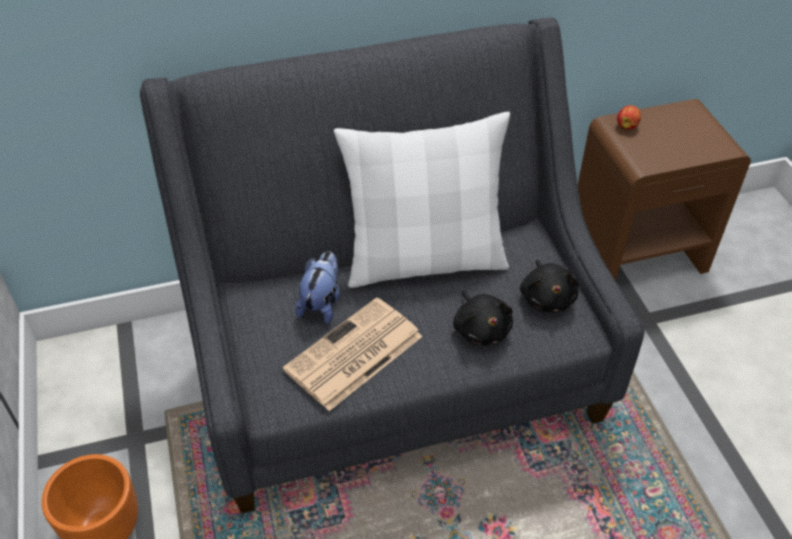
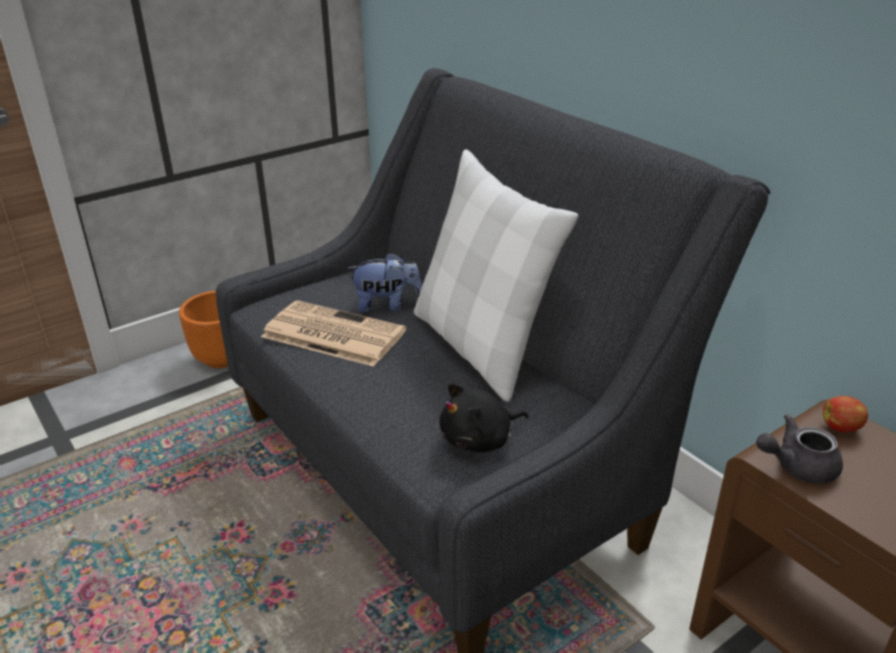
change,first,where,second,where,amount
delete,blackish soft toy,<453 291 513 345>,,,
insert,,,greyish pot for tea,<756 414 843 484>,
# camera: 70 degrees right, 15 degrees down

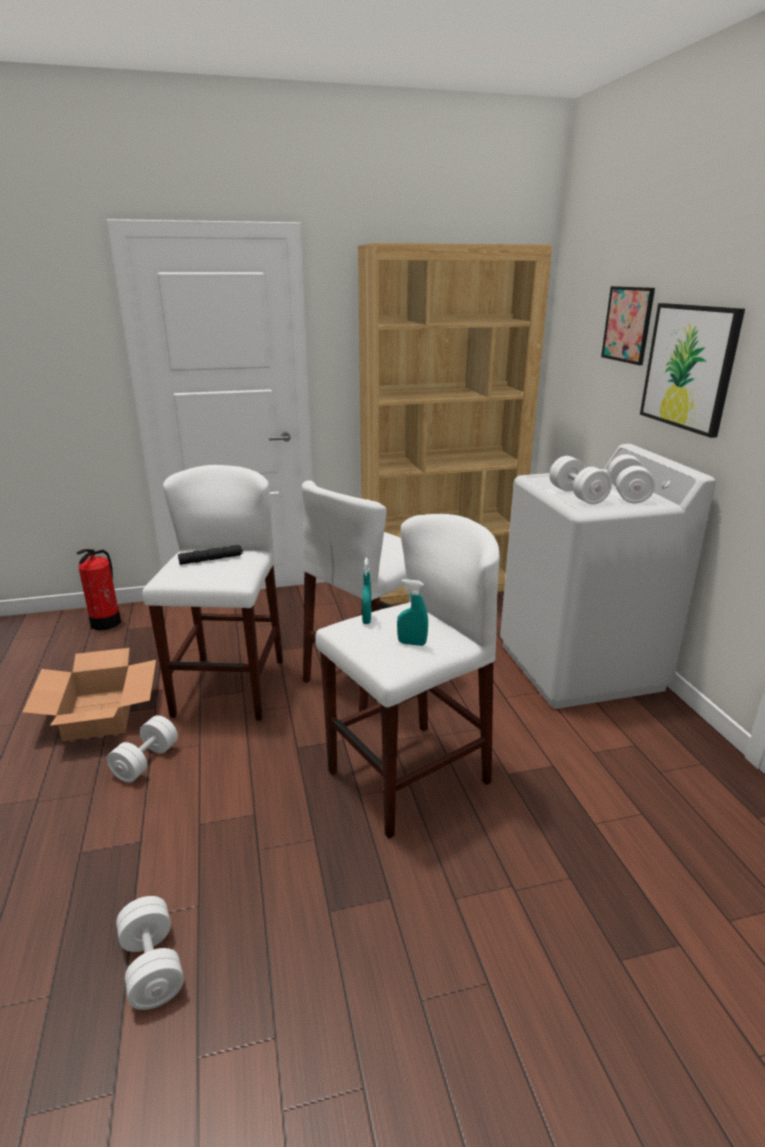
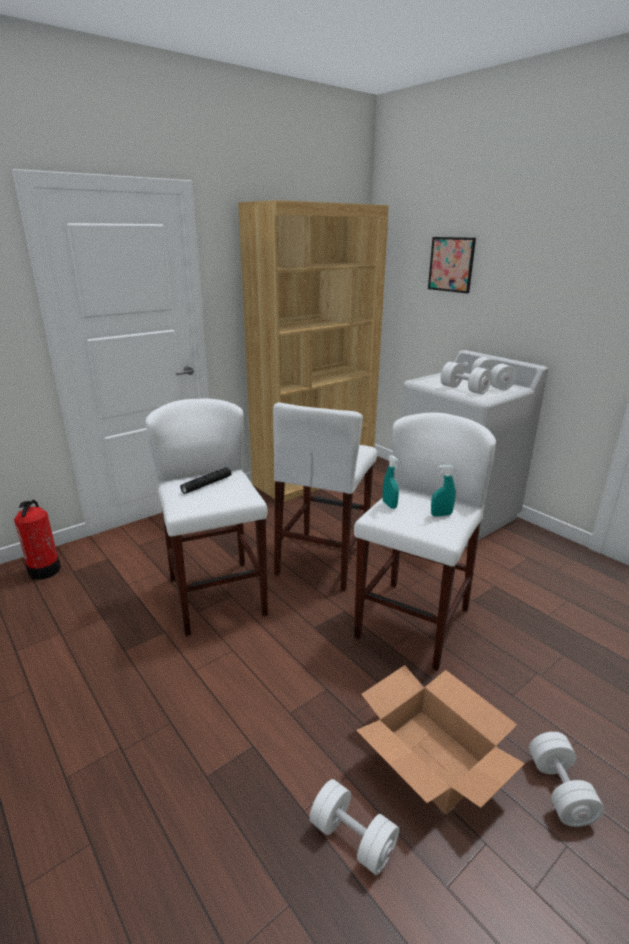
change,first,where,second,where,amount
delete,wall picture,<640 303 745 438>,,,
move,cardboard box,<22 648 156 741>,,<356 665 525 814>,
move,white-coloured dumbbell,<106 715 178 783>,,<529 732 604 827>,
# camera: 25 degrees left, 0 degrees up

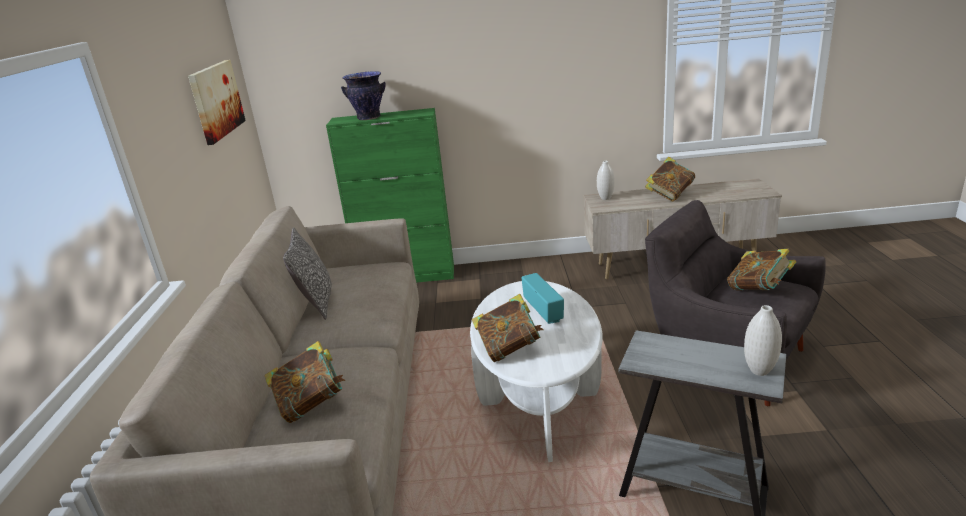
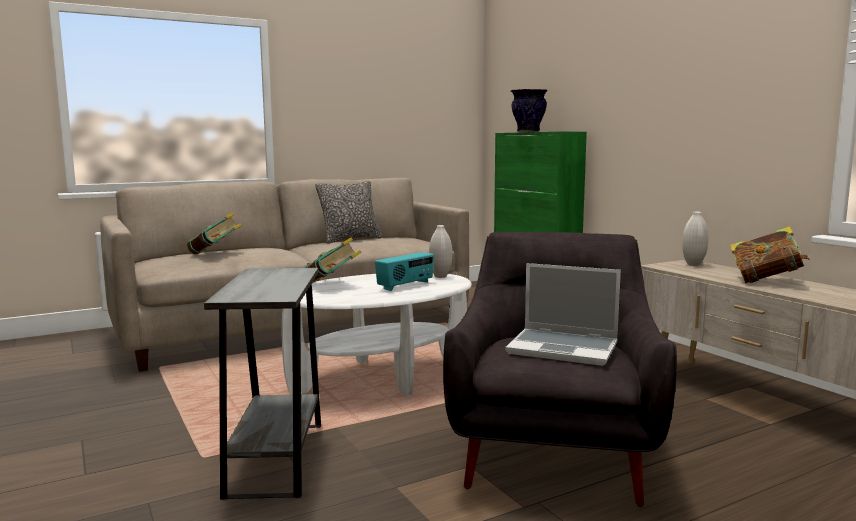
change,first,where,second,where,amount
delete,wall picture,<188 60 246 145>,,,
move,white-coloured decorative vase,<744 305 782 376>,,<429 225 452 278>,
replace,book,<727 249 796 290>,laptop,<505 263 621 366>,
# camera: 60 degrees right, 15 degrees down

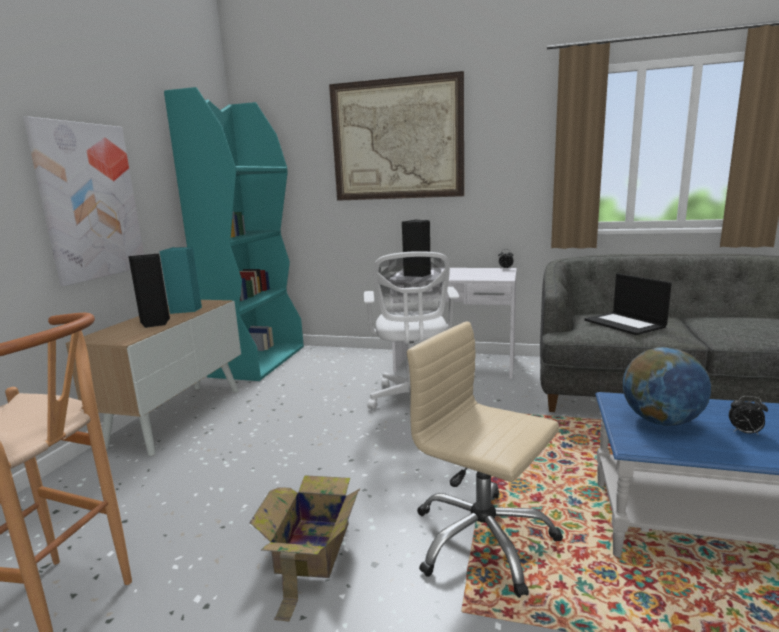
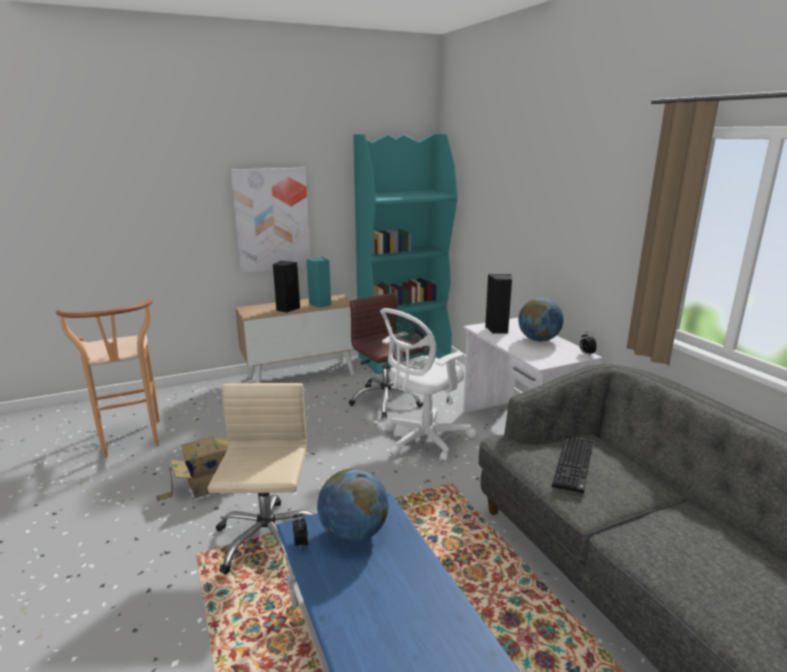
change,first,where,second,where,amount
delete,wall picture,<329 71 464 201>,,,
insert,,,brown desk chair,<349 293 423 418>,
insert,,,globe,<518 298 564 341>,
move,bedside clock,<729 396 768 434>,,<293 512 308 550>,
replace,laptop,<584 273 672 335>,computer keyboard,<552 436 593 493>,
# camera: 50 degrees right, 5 degrees up

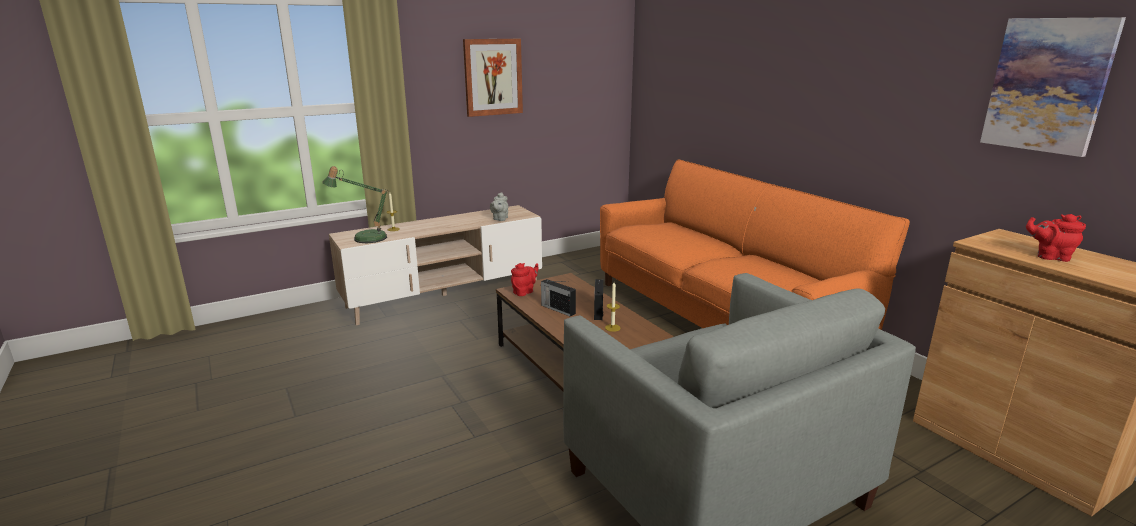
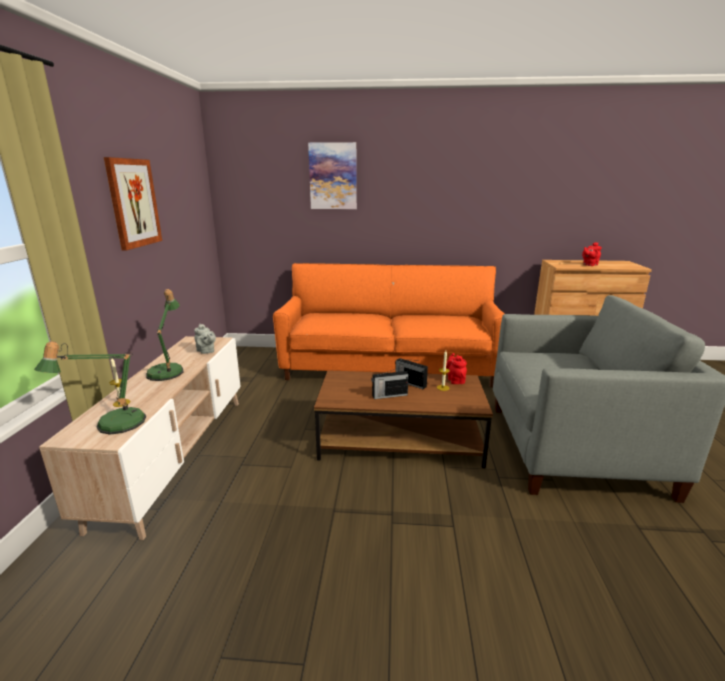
change,first,where,second,where,amount
insert,,,lamp for a table,<146 289 183 381>,
move,red-coloured pot for tea,<511 263 539 296>,,<446 353 467 384>,
move,wall picture,<980 17 1126 157>,,<308 142 357 209>,
# camera: 55 degrees left, 0 degrees up

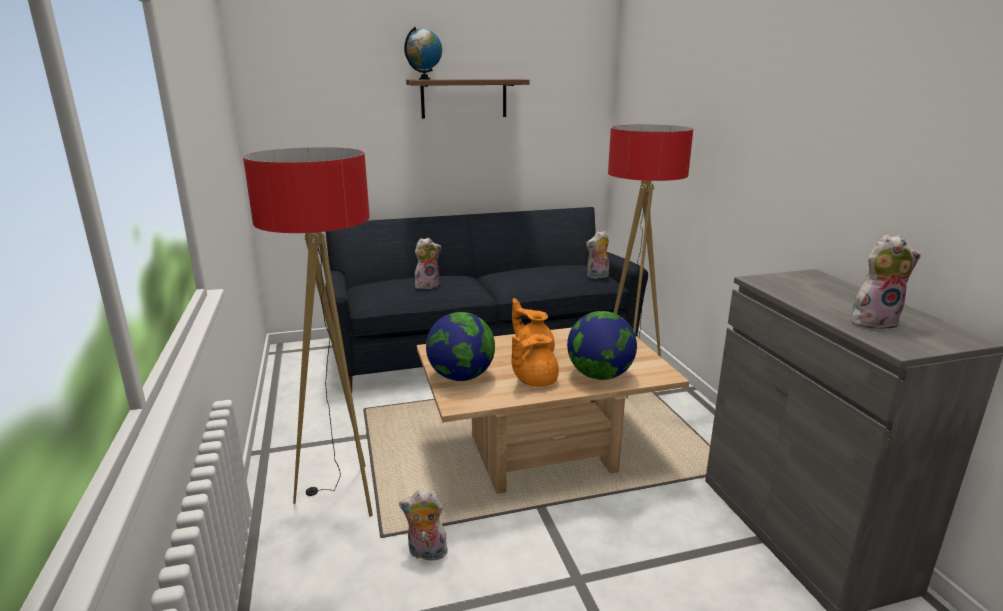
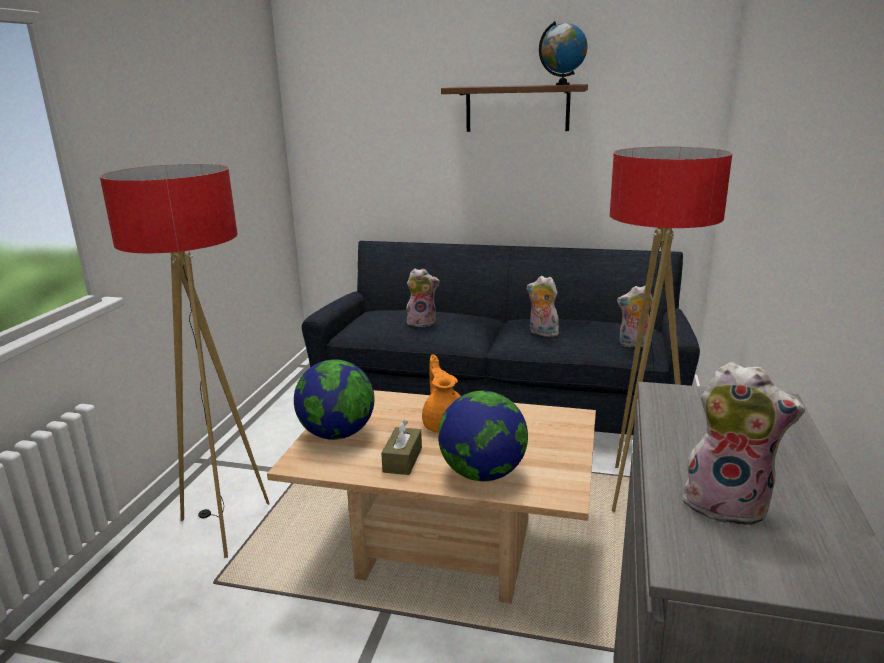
change,first,where,second,where,amount
move,soft toy,<399 490 448 561>,,<527 276 559 337>,
move,globe,<404 27 442 79>,,<539 21 588 85>,
replace,orangey pot for tea,<512 334 559 387>,brown box of tissues,<381 420 422 475>,
# camera: 30 degrees right, 0 degrees up

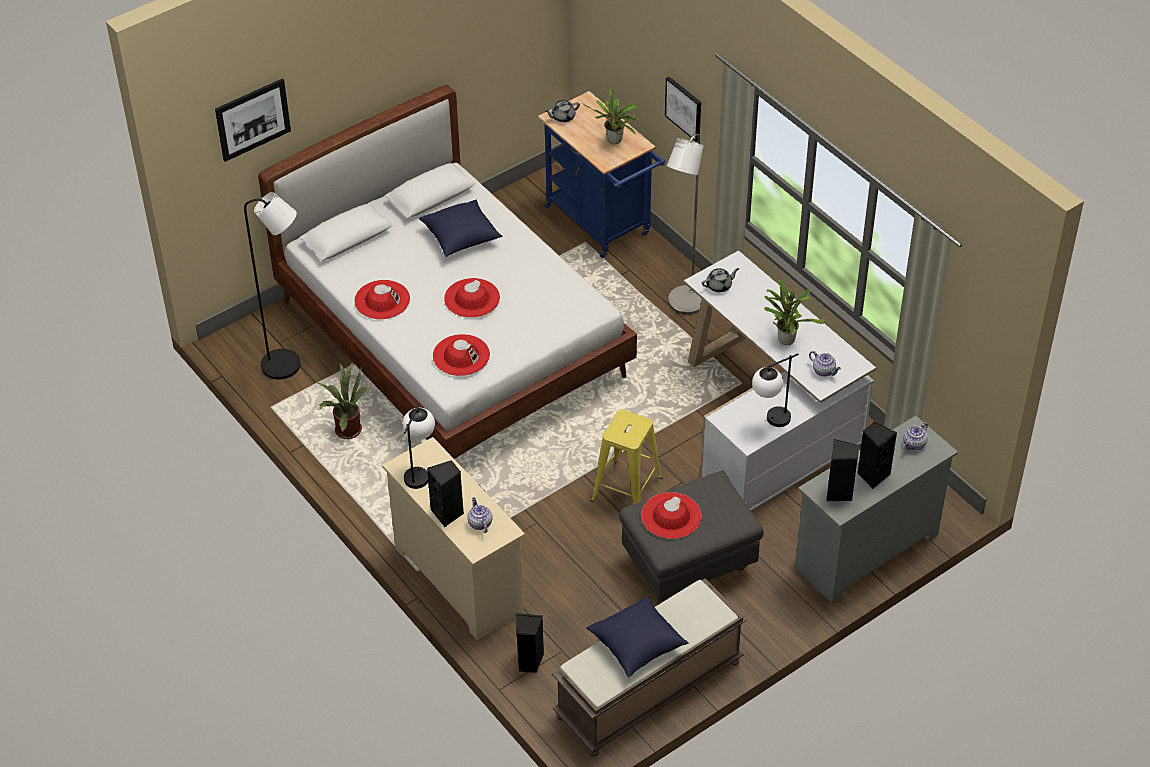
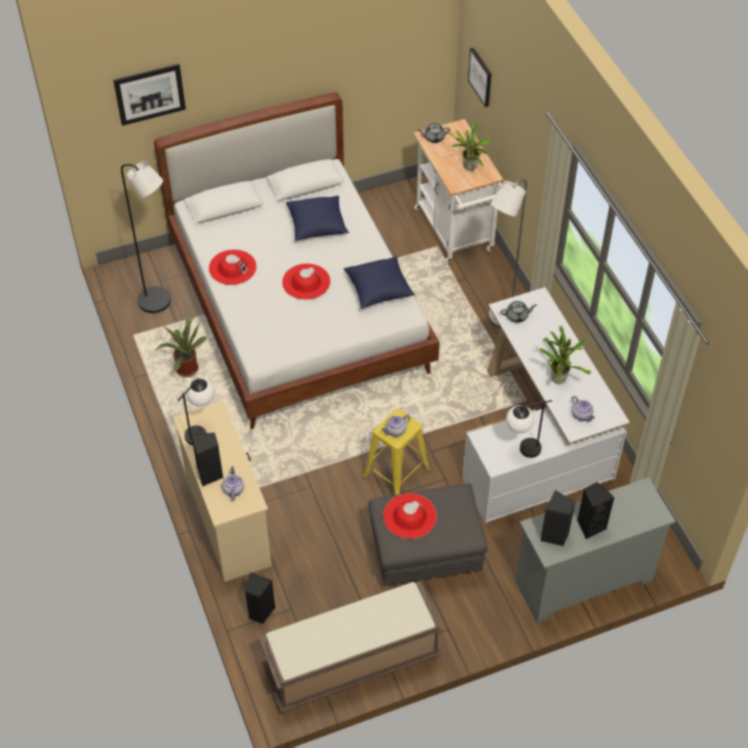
change,first,where,second,where,amount
delete,red-coloured wearable hat,<433 334 490 376>,,,
move,blue-coloured pillow,<586 596 689 677>,,<344 256 415 309>,
move,wall picture,<665 77 701 142>,,<468 47 491 107>,
move,pot for tea,<903 422 928 450>,,<382 415 411 437>,
recolor,blue-coloured cart,<538 91 665 258>,white-coloured cart,<414 119 503 263>,
# camera: 15 degrees right, 5 degrees up

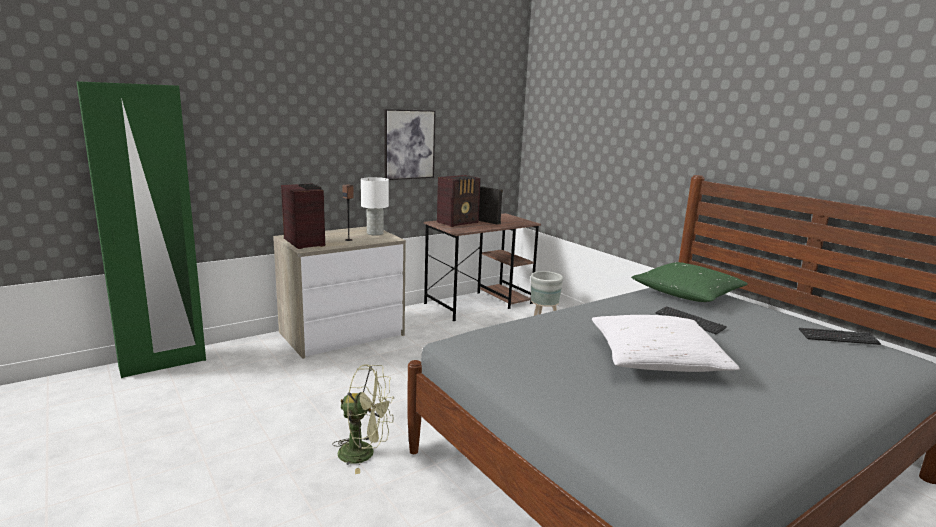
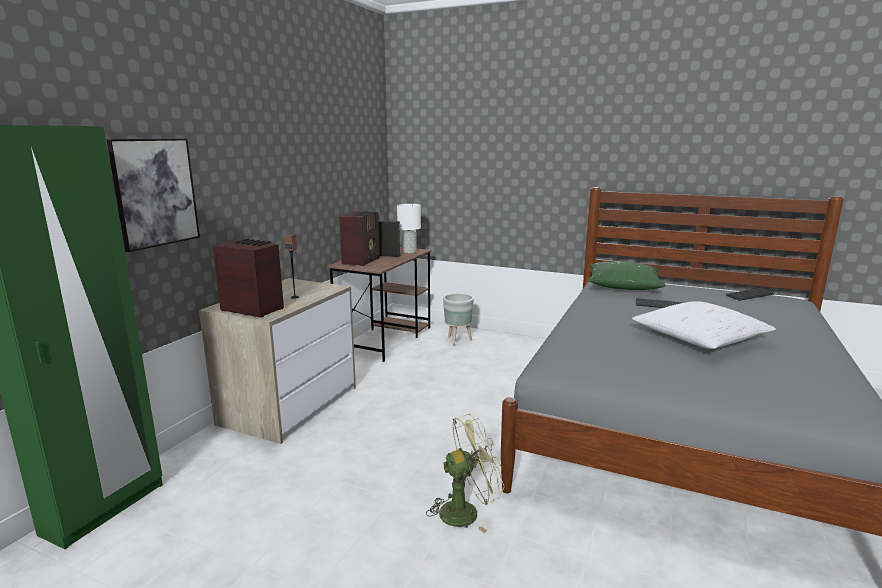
change,first,where,second,where,amount
move,white-coloured lamp for a table,<361 177 389 235>,,<397 204 421 253>,
move,wall picture,<385 109 436 180>,,<106 138 200 252>,
# camera: 30 degrees left, 0 degrees up

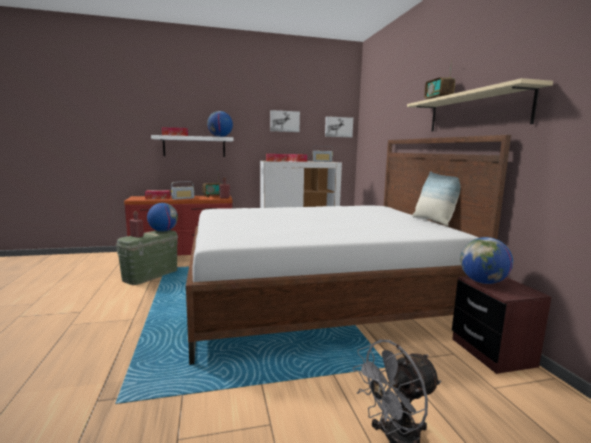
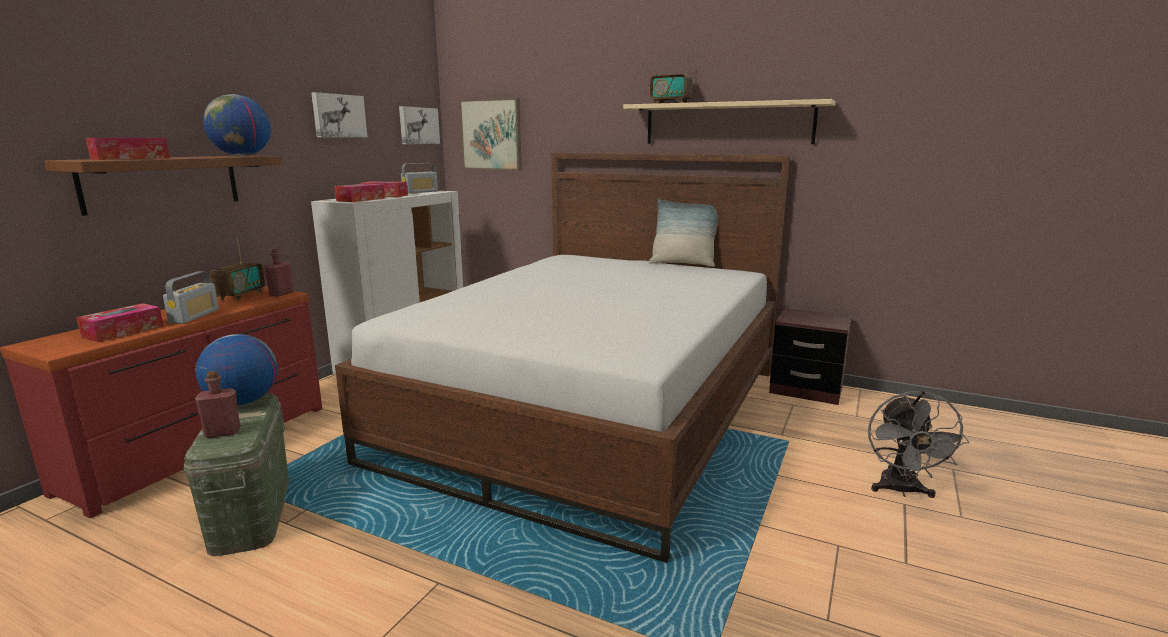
change,first,where,second,where,amount
delete,globe,<460 237 513 284>,,,
insert,,,wall picture,<459 98 522 171>,
recolor,white-coloured shelf,<151 135 233 157>,brown shelf,<44 156 282 216>,
# camera: 50 degrees left, 5 degrees up

